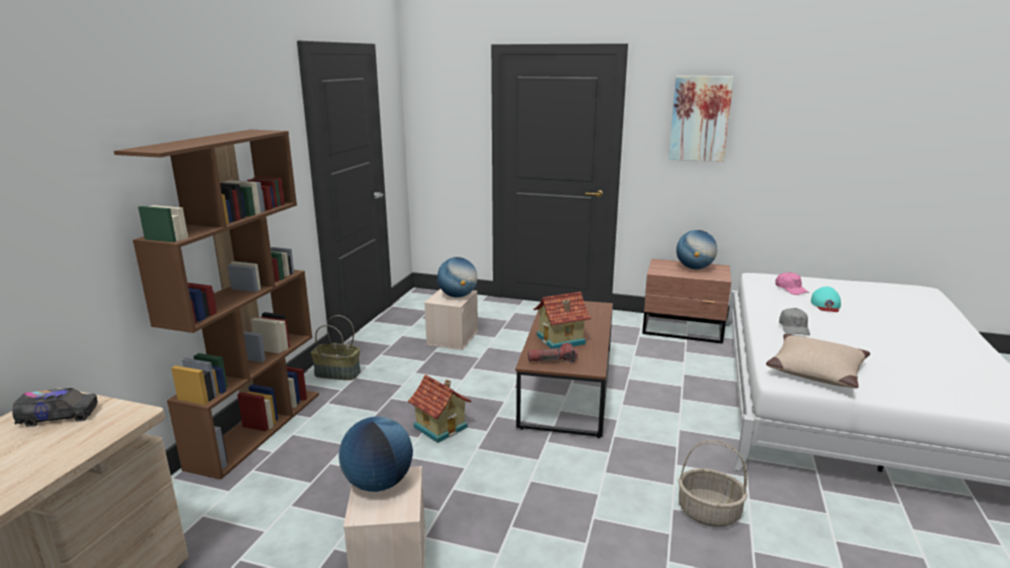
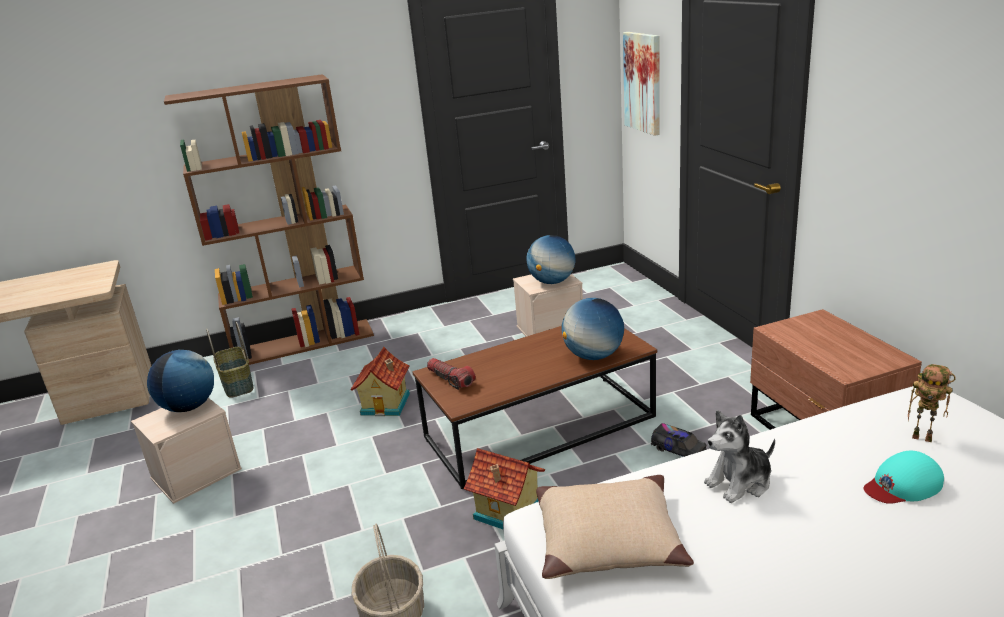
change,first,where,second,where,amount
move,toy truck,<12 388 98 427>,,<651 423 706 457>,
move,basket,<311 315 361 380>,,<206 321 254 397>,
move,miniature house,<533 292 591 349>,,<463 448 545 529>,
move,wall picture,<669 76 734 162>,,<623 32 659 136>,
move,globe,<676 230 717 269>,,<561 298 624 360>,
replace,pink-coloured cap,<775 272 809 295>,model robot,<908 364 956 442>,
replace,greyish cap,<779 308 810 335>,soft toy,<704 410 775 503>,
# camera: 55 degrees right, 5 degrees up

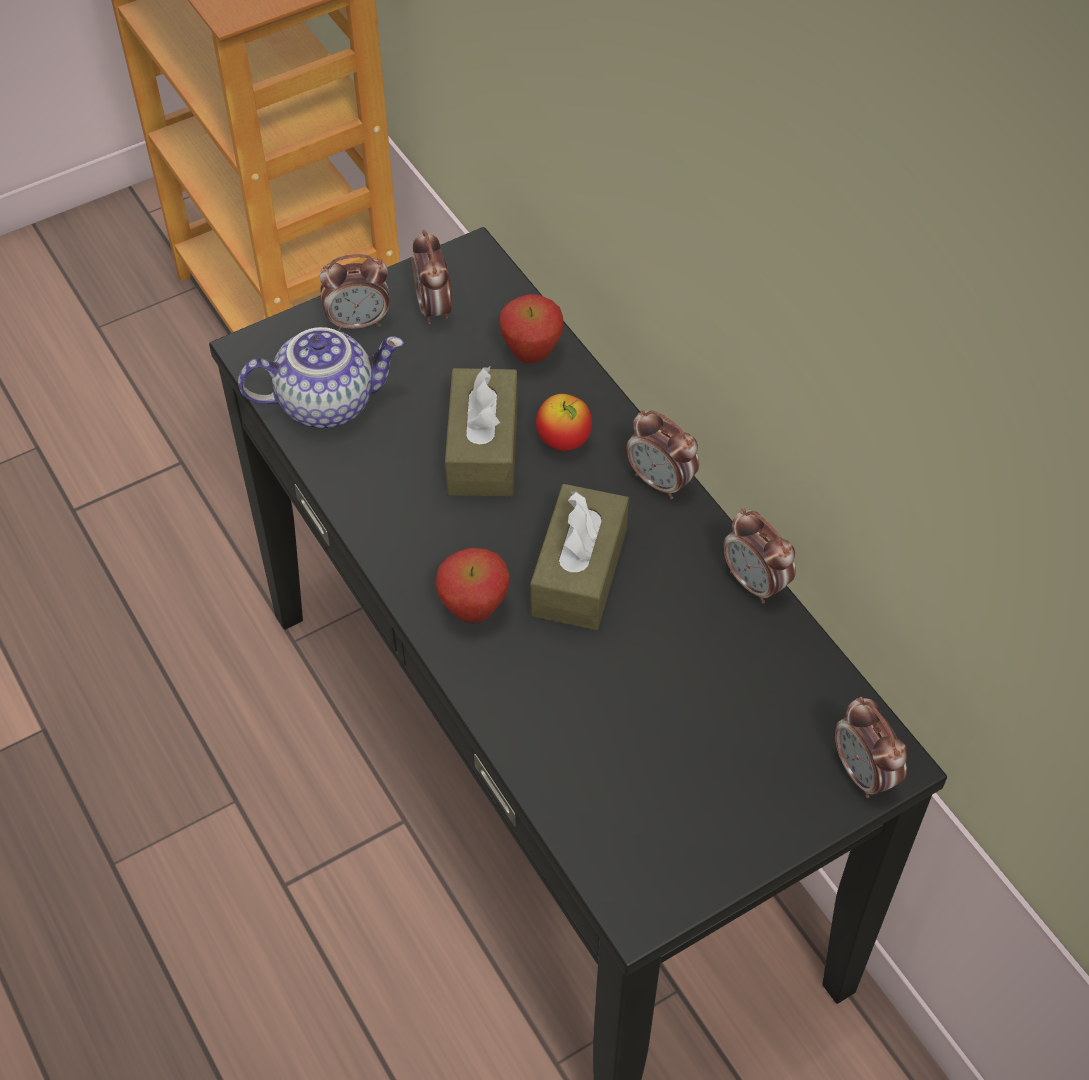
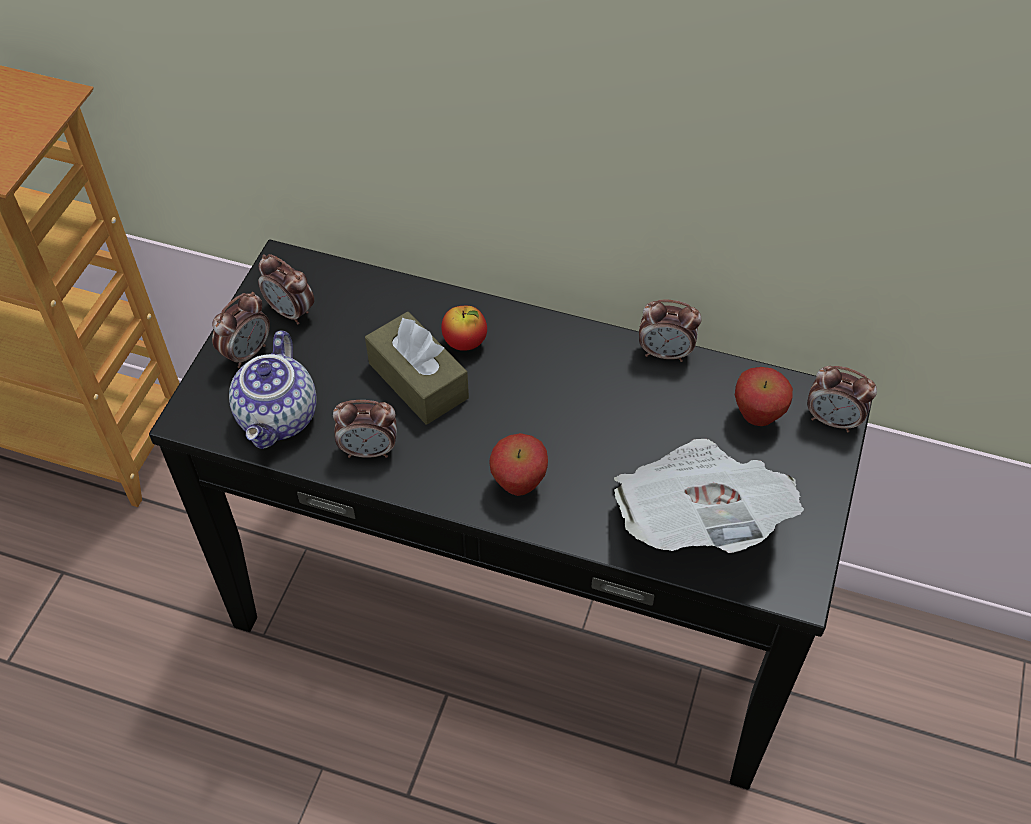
change,first,where,second,where,amount
delete,brown box of tissues,<530 484 629 630>,,,
insert,,,printed paper,<614 439 804 553>,
move,apple,<500 294 564 363>,,<735 367 793 426>,
move,bedside clock,<626 410 699 499>,,<333 400 397 458>,
rotate,pot for tea,<238 327 404 428>,,<229 331 316 449>,150 degrees clockwise
# camera: 40 degrees left, 0 degrees up

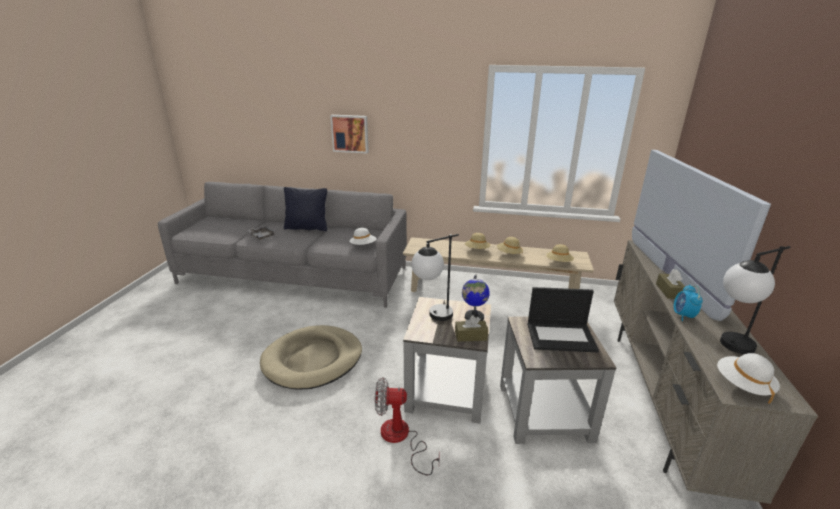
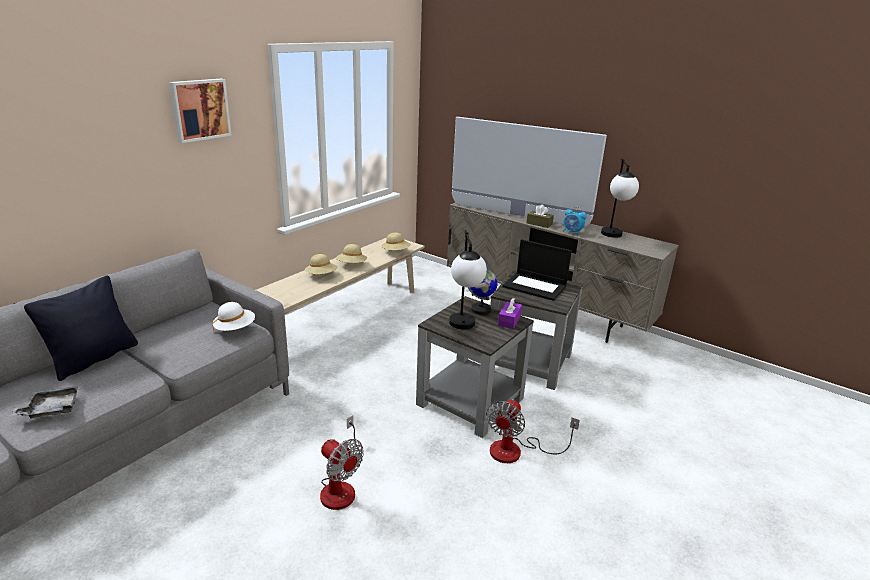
change,first,where,second,where,amount
delete,white-coloured wearable hat,<717 353 780 404>,,,
move,wall picture,<330 115 369 153>,,<169 79 232 143>,
replace,sand-coloured pet bed,<260 325 362 390>,cooling fan,<320 415 364 510>,
recolor,brown box of tissues,<455 315 488 342>,purple box of tissues,<498 298 522 329>,
rotate,laptop,<528 287 599 352>,,<502 239 572 301>,90 degrees clockwise
# camera: 65 degrees left, 0 degrees up

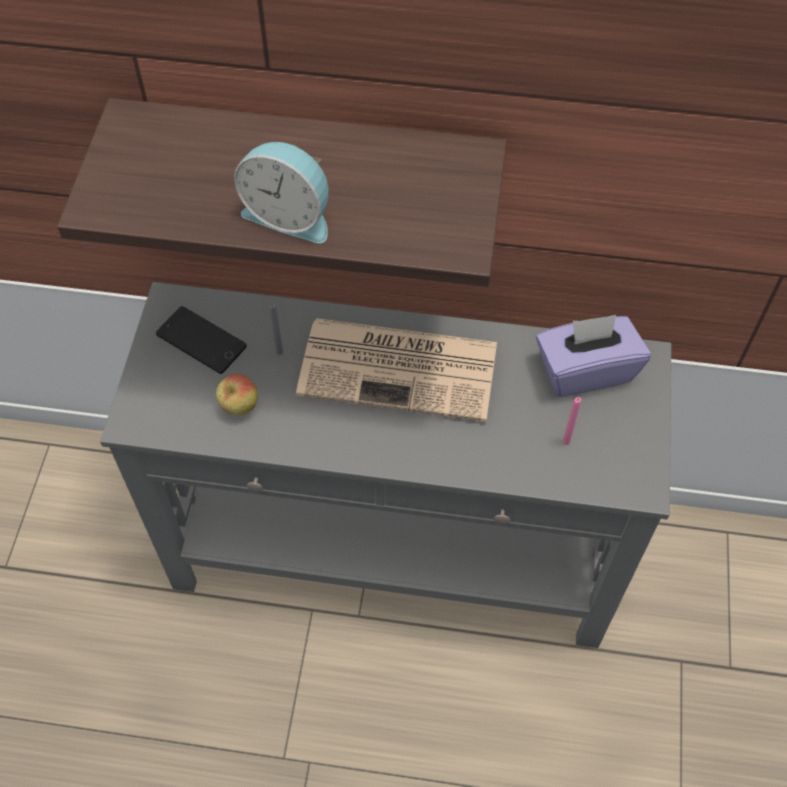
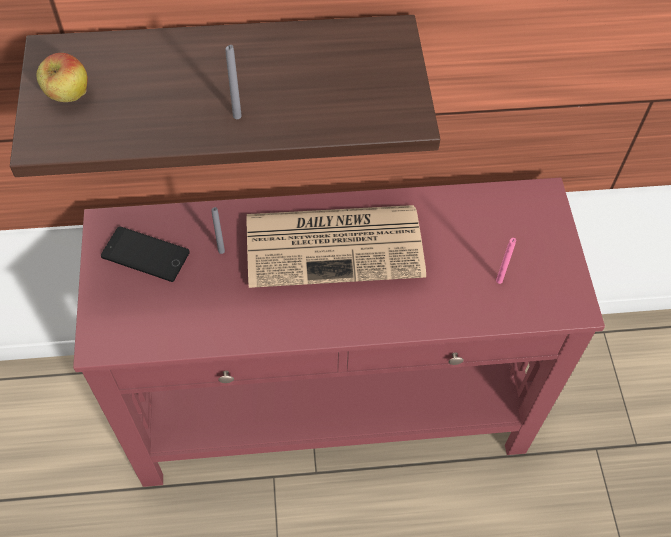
change,first,where,second,where,amount
delete,purple box of tissues,<536 315 651 397>,,,
move,apple,<216 374 258 415>,,<37 53 88 102>,
replace,bedside clock,<234 142 329 243>,greyish wax light,<225 45 242 119>,
recolor,greyish narrow table,<100 282 671 648>,red-coloured narrow table,<73 178 605 487>,
# camera: 15 degrees left, 0 degrees up

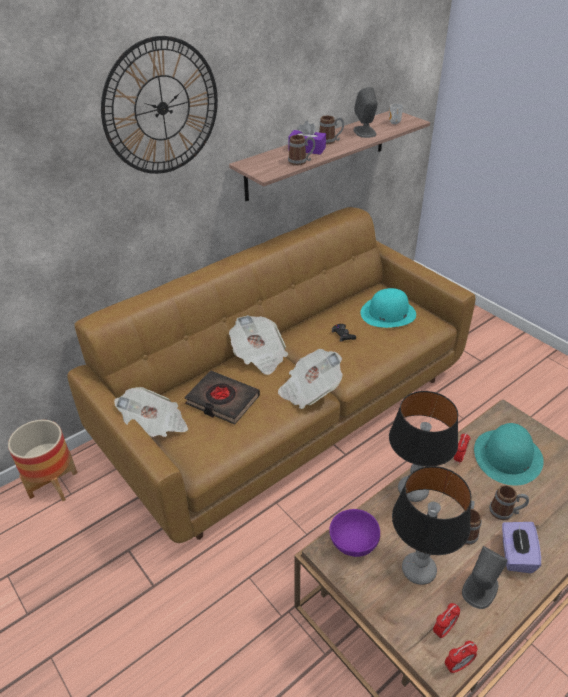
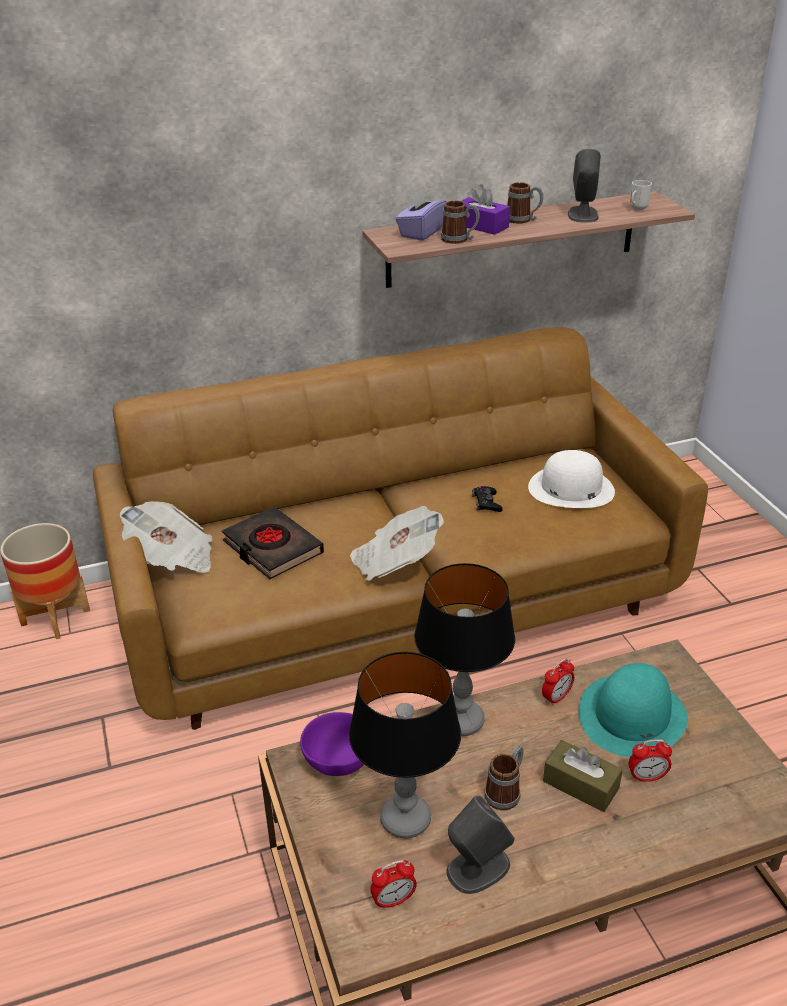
change,first,where,second,where,amount
delete,wall clock,<101 36 218 174>,,,
delete,printed paper,<229 315 288 375>,,,
move,bedside clock,<445 641 478 674>,,<629 739 672 782>,
move,purple box of tissues,<502 522 541 573>,,<396 189 447 241>,
replace,coffee mug,<489 485 529 520>,brown box of tissues,<543 740 623 812>,
recolor,turquoise wearable hat,<361 288 416 328>,white-coloured wearable hat,<528 450 615 508>,
# camera: 20 degrees right, 5 degrees down

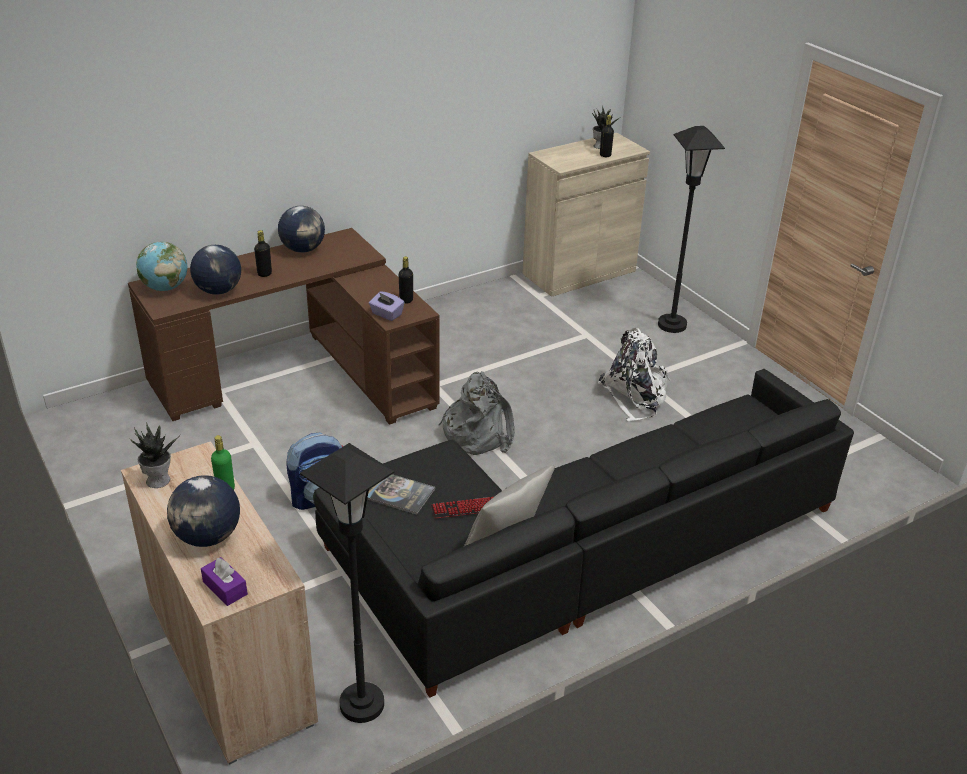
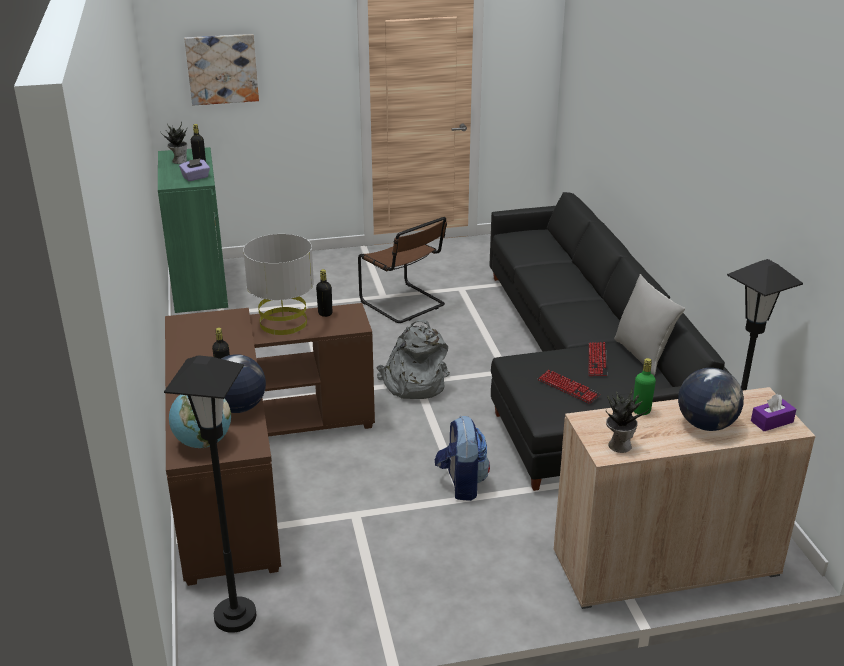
change,first,where,second,where,amount
delete,globe,<278 206 325 253>,,,
insert,,,wall picture,<184 34 259 105>,
insert,,,greyish lamp for a table,<243 234 314 335>,
move,purple box of tissues,<369 292 405 321>,,<179 158 210 181>,
move,blackish standing lamp,<658 126 725 333>,,<164 355 256 633>,
replace,book,<367 474 435 515>,computer keyboard,<538 370 600 404>,
replace,white-coloured backpack,<598 328 671 421>,brown plain chair,<358 217 447 323>,
recolor,sand-coloured cupboard,<522 133 650 297>,green-coloured cupboard,<158 147 228 313>,
# camera: 70 degrees left, 5 degrees down

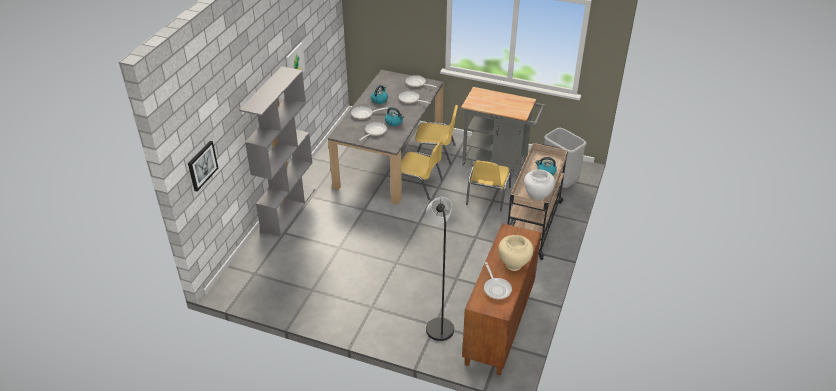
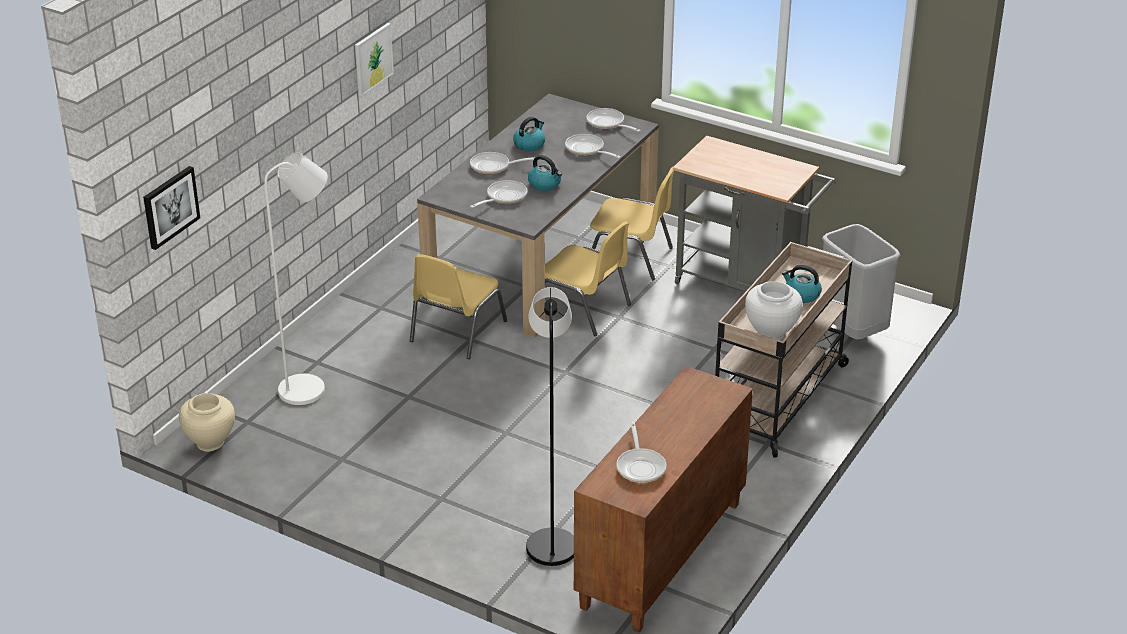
change,first,where,second,where,amount
delete,greyish bookshelf,<239 66 315 237>,,,
insert,,,white-coloured standing lamp,<264 152 328 405>,
move,yellow plain chair,<466 161 511 212>,,<410 254 507 359>,
move,sand-coloured decorative vase,<498 235 533 271>,,<179 393 235 452>,
# camera: 10 degrees right, 5 degrees down

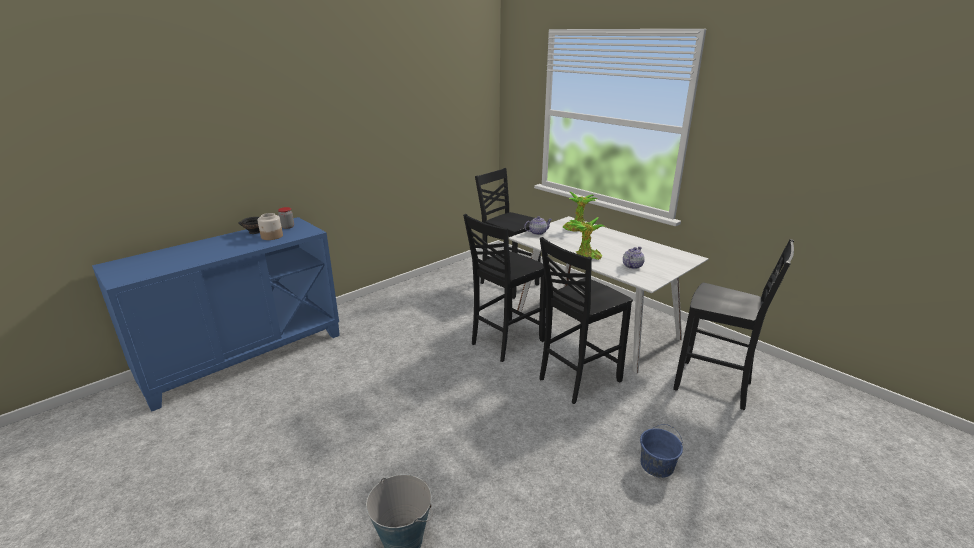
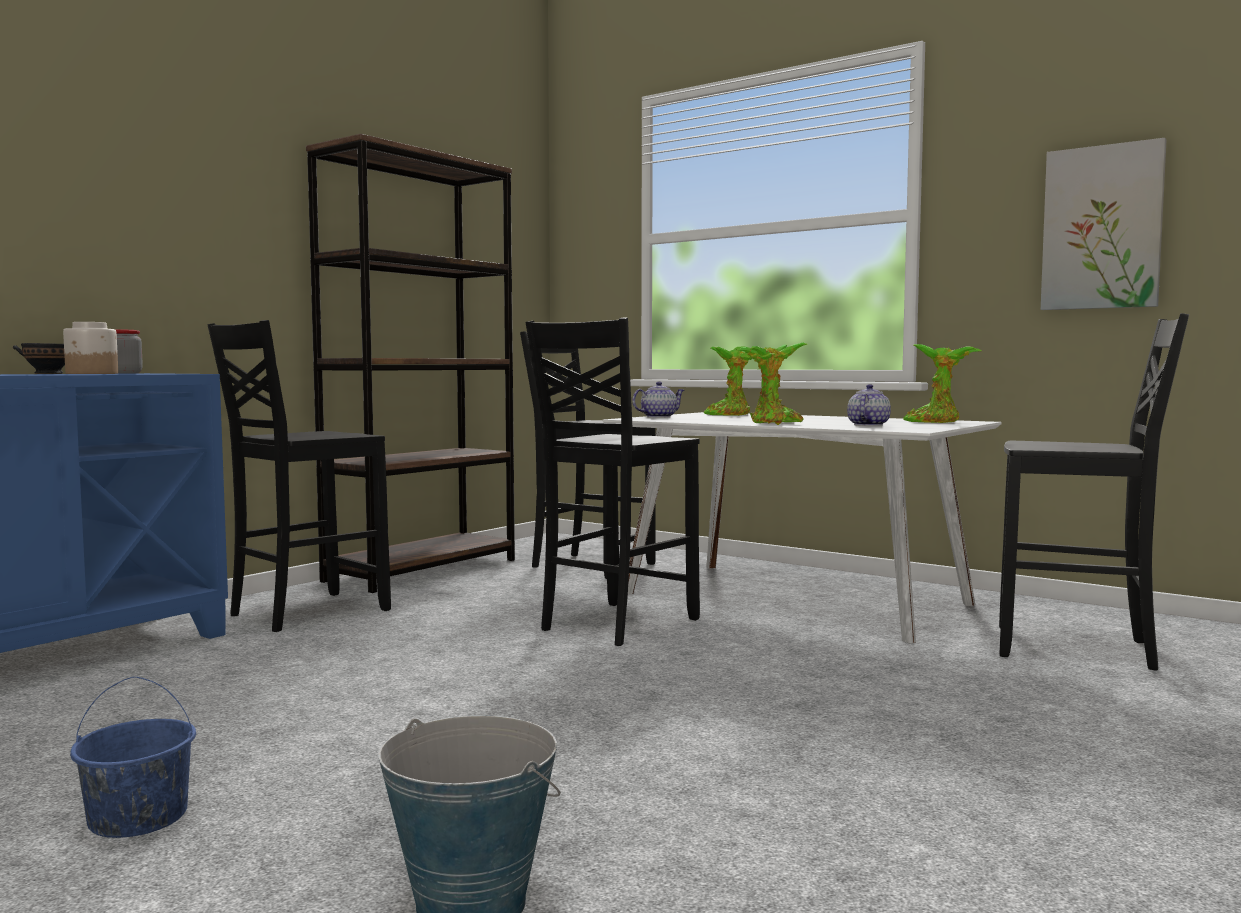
change,first,where,second,where,amount
insert,,,brown bookshelf,<306 134 515 593>,
insert,,,houseplant,<903 344 981 423>,
insert,,,wall picture,<1041 138 1167 310>,
move,blackish plain chair,<539 237 633 404>,,<208 320 391 632>,
move,blue-coloured pail,<640 424 683 478>,,<70 677 196 838>,
# camera: 10 degrees left, 20 degrees down

